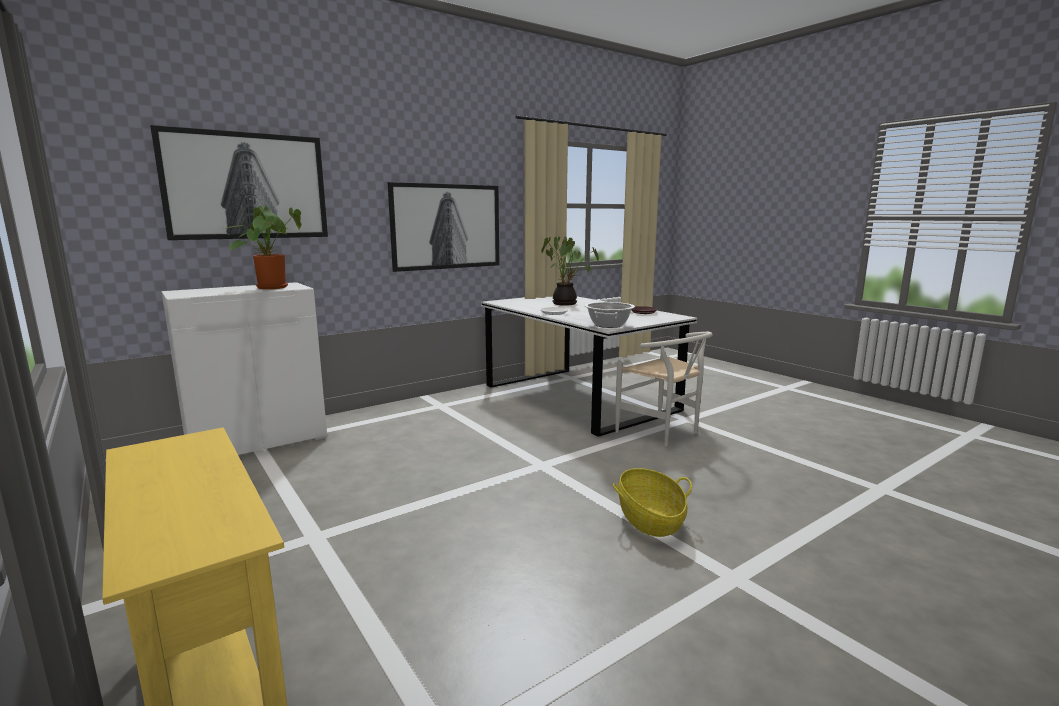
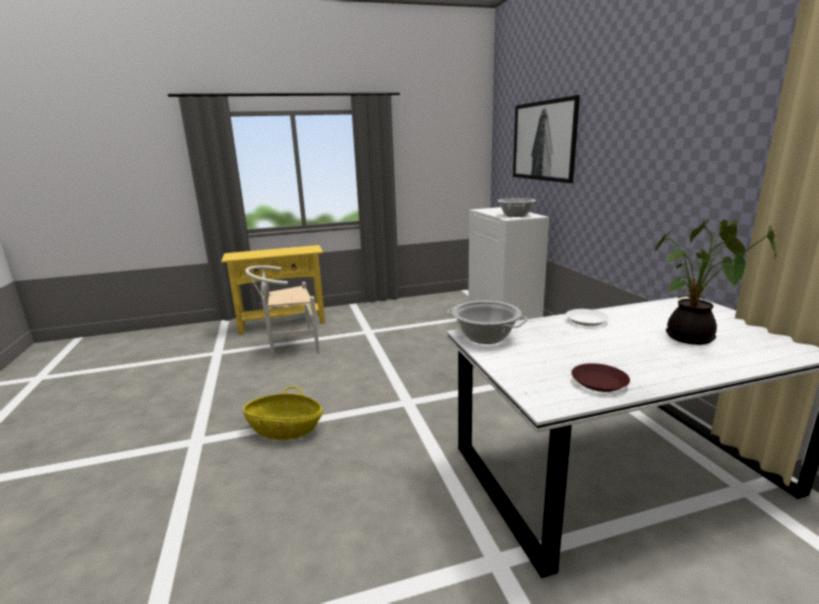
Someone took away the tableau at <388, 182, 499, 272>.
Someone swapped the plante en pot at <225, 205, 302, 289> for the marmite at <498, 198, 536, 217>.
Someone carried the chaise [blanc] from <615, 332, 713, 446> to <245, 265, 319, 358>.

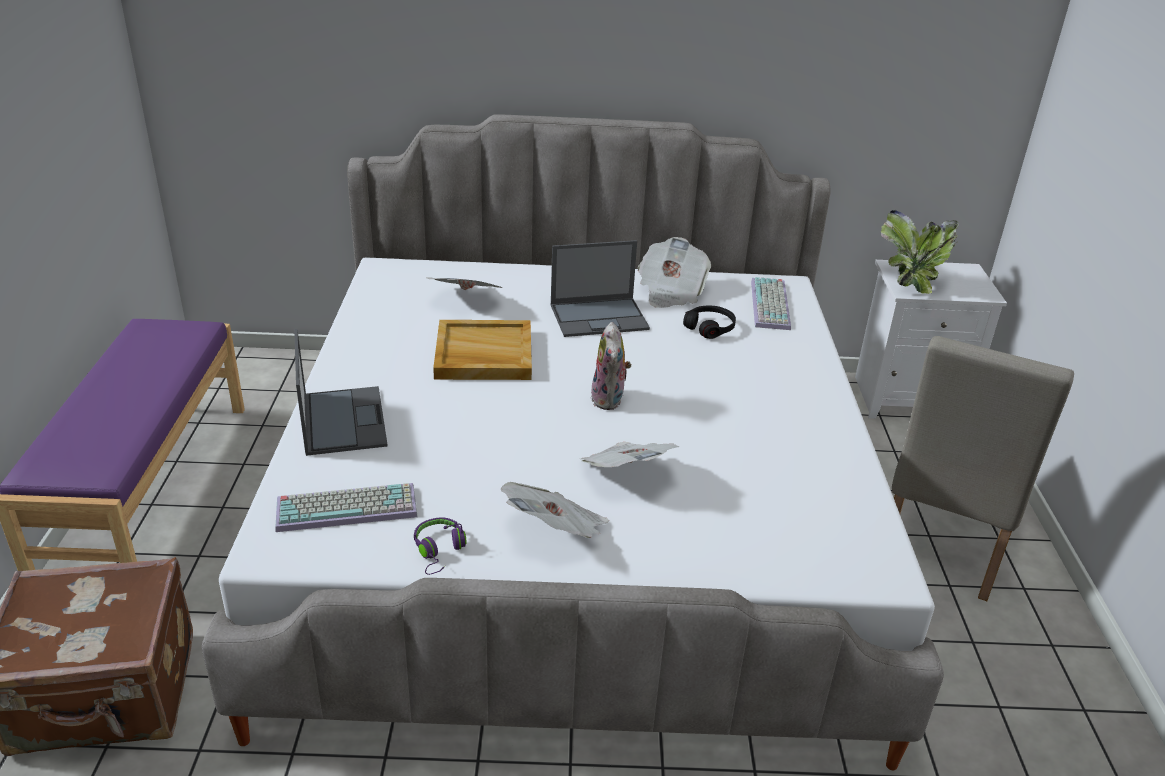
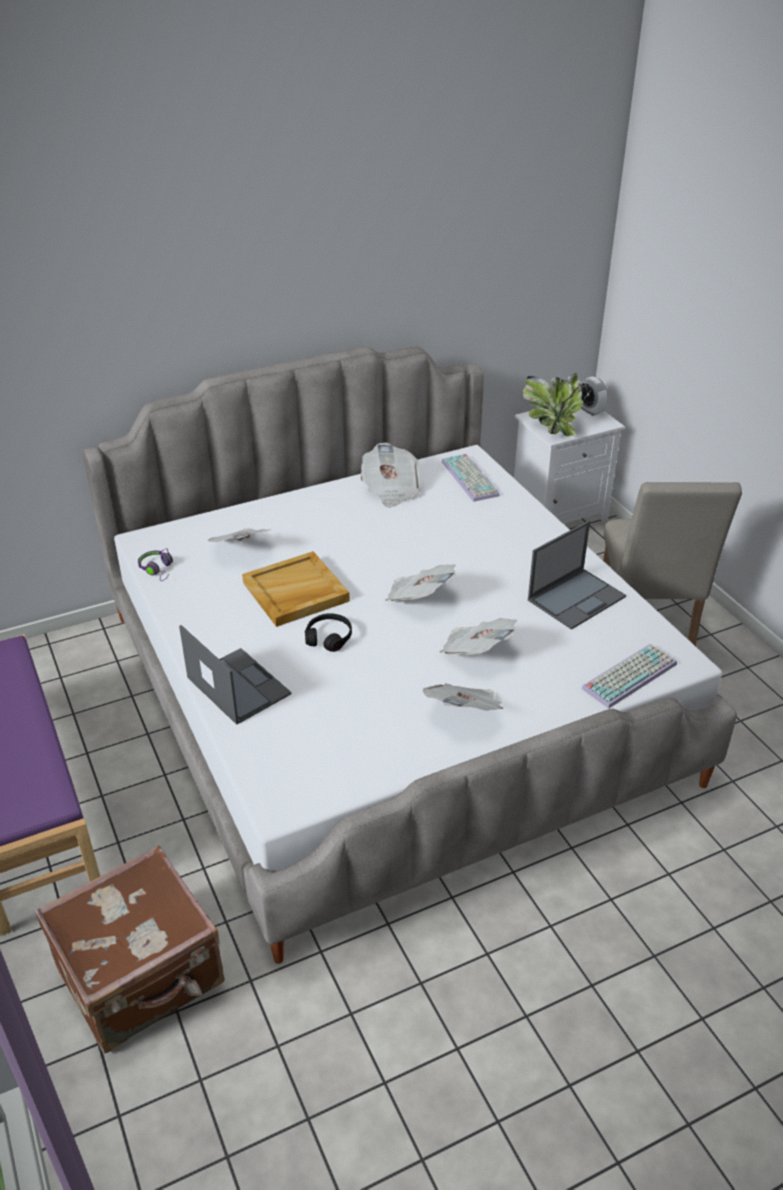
Someone carried the ordinateur portable from <551, 240, 650, 337> to <528, 521, 626, 630>.
Someone carried the casque audio [noir] from <683, 306, 736, 339> to <305, 613, 352, 652>.
Someone swapped the peluche at <591, 322, 632, 410> for the journal at <385, 564, 456, 601>.
Someone carried the clavier from <275, 483, 417, 532> to <581, 644, 677, 709>.
Someone carried the casque audio [violet] from <414, 517, 466, 575> to <138, 548, 173, 581>.
Someone put down the réveil at <580, 376, 607, 416>.

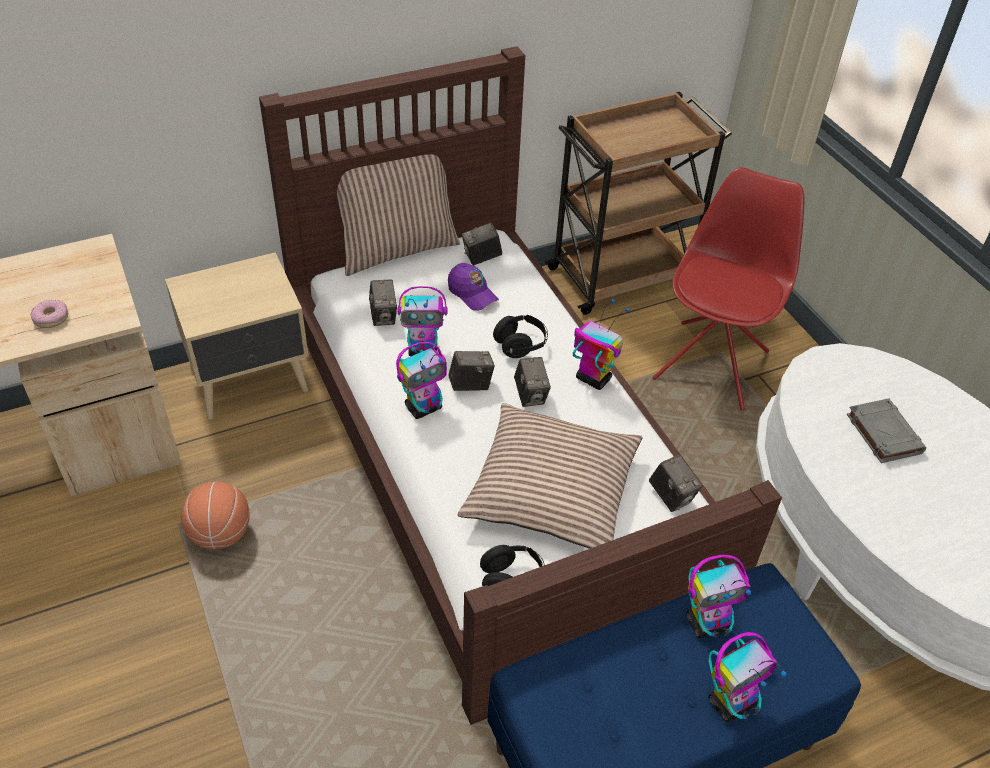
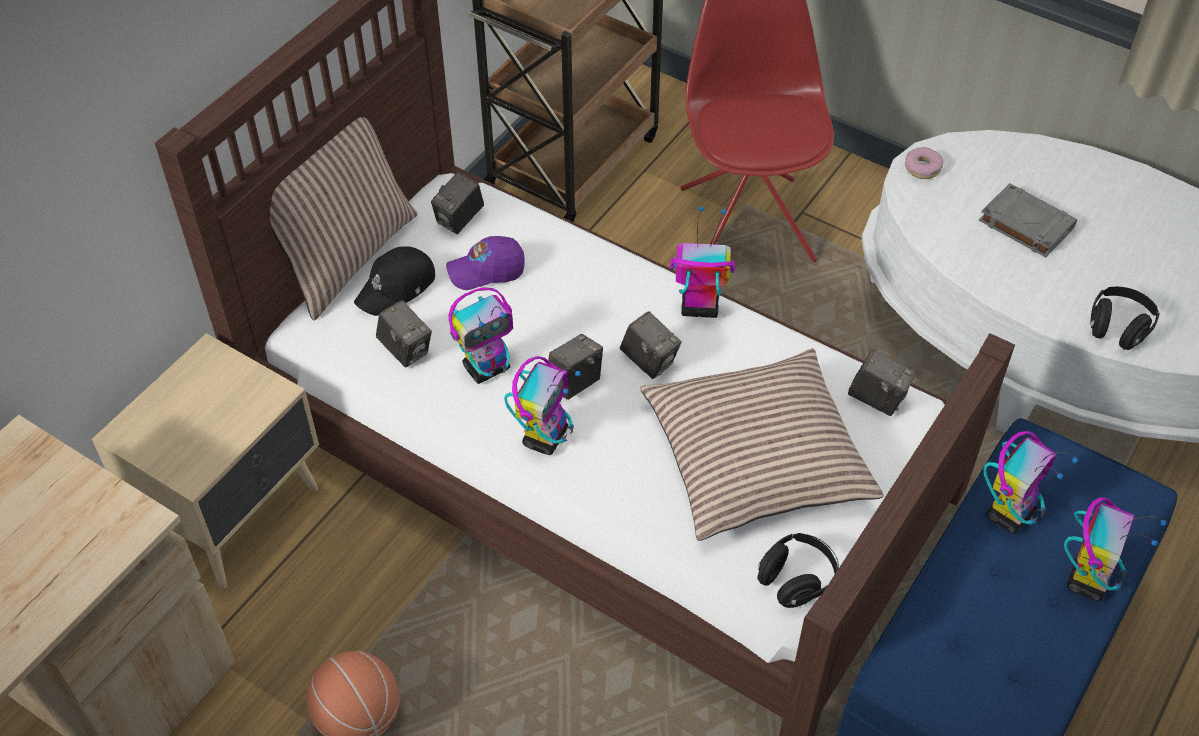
Someone rotated the casquette [violet] at <448, 263, 499, 311> by 150 degrees clockwise.
Someone carried the beignet from <31, 300, 68, 328> to <905, 147, 943, 179>.
Someone carried the casque audio [noir] from <493, 315, 548, 358> to <1090, 287, 1160, 350>.
Someone put down the casquette [noir] at <354, 246, 435, 316>.

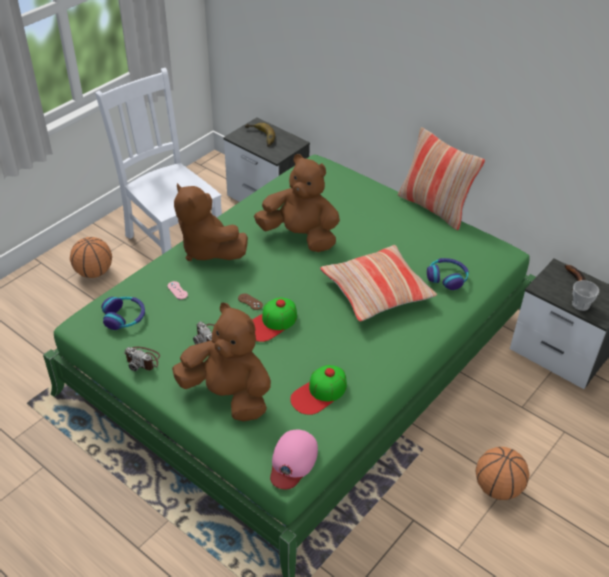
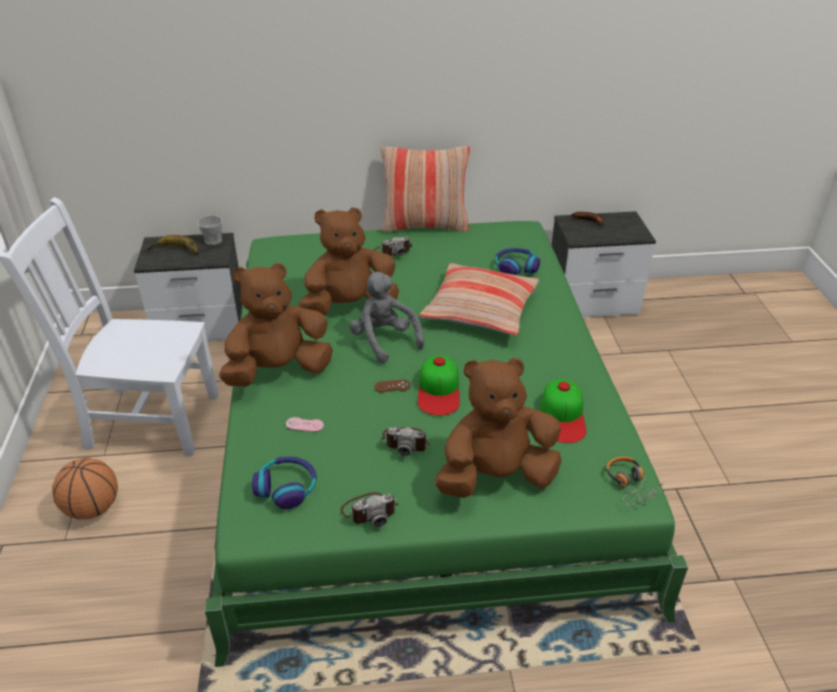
Someone rotated the peluche [marron] at <174, 183, 248, 261> by 150 degrees clockwise.
Someone carried the tasse from <572, 280, 599, 311> to <197, 215, 223, 245>.
Someone swapped the casquette [rose] at <270, 430, 318, 489> for the casque audio at <606, 457, 664, 506>.
Someone took away the ballon de basket at <476, 447, 529, 500>.
Someone put down the appareil photo at <374, 236, 412, 256>.
Someone put down the peluche [gris] at <349, 272, 424, 364>.

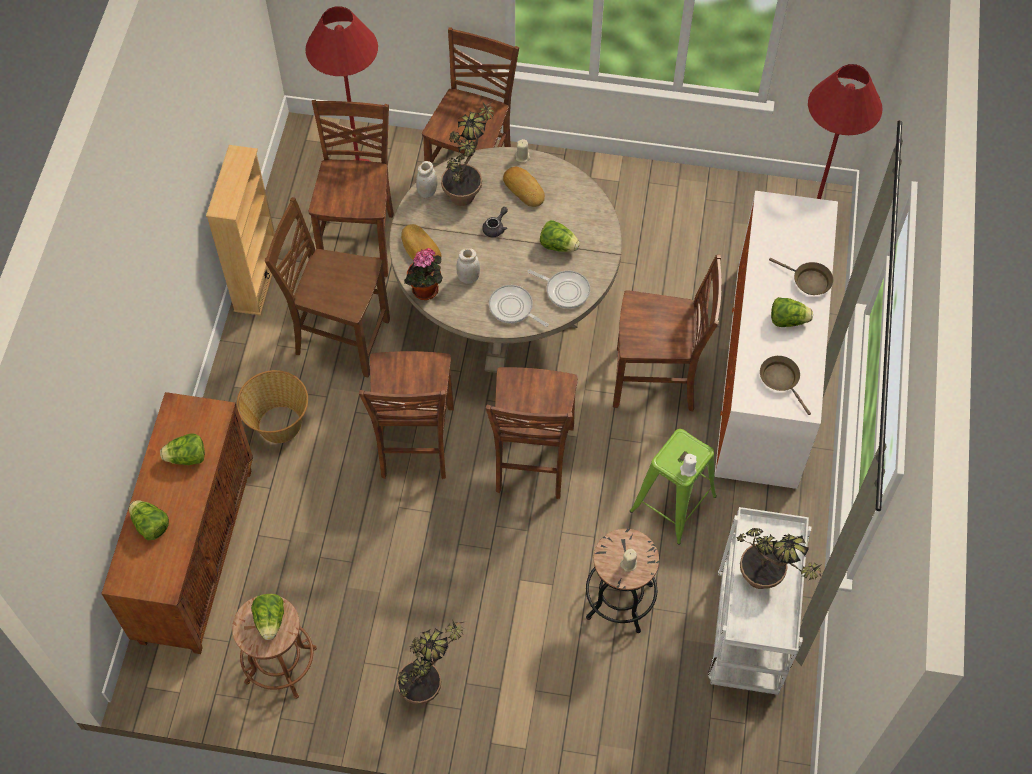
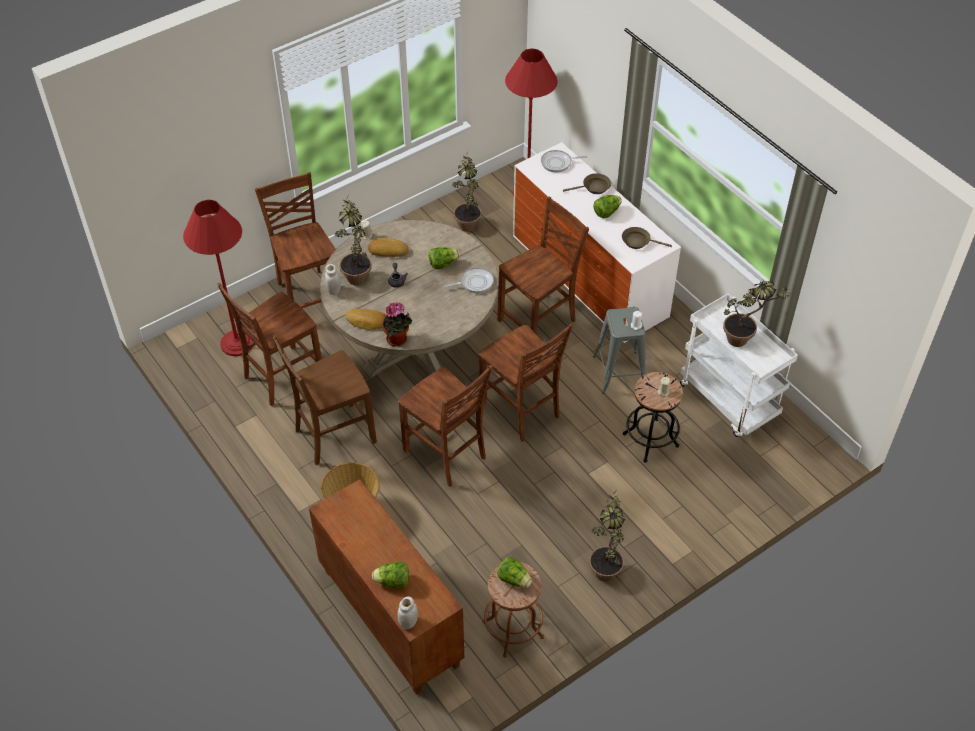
Someone rotated the chaise [marron] at <309, 100, 394, 277> by 90 degrees counterclockwise.
Someone took away the bibliothèque [beige] at <206, 145, 275, 316>.
Someone carried the bocal [blanc] from <456, 249, 480, 283> to <398, 597, 418, 629>.
Someone carried the poêle from <489, 285, 549, 327> to <541, 150, 588, 172>.
Someone repainted the tabouret [vert] at <630, 429, 717, 545>, which became the tabouret [gris] at <593, 307, 646, 394>.
Someone took away the laitue at <160, 433, 205, 465>.
Someone put down the plante en pot at <452, 150, 481, 232>.

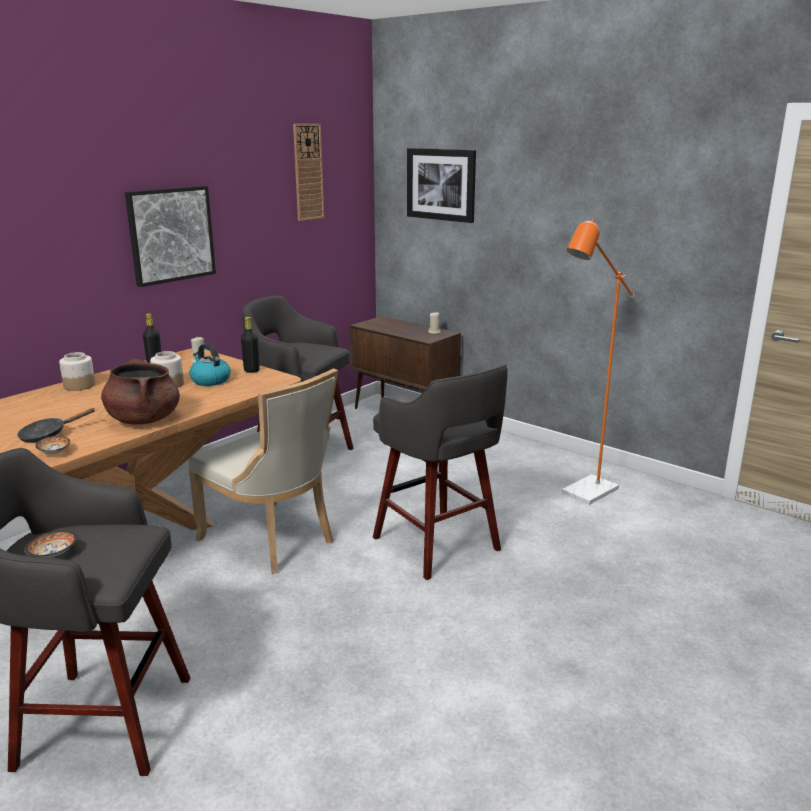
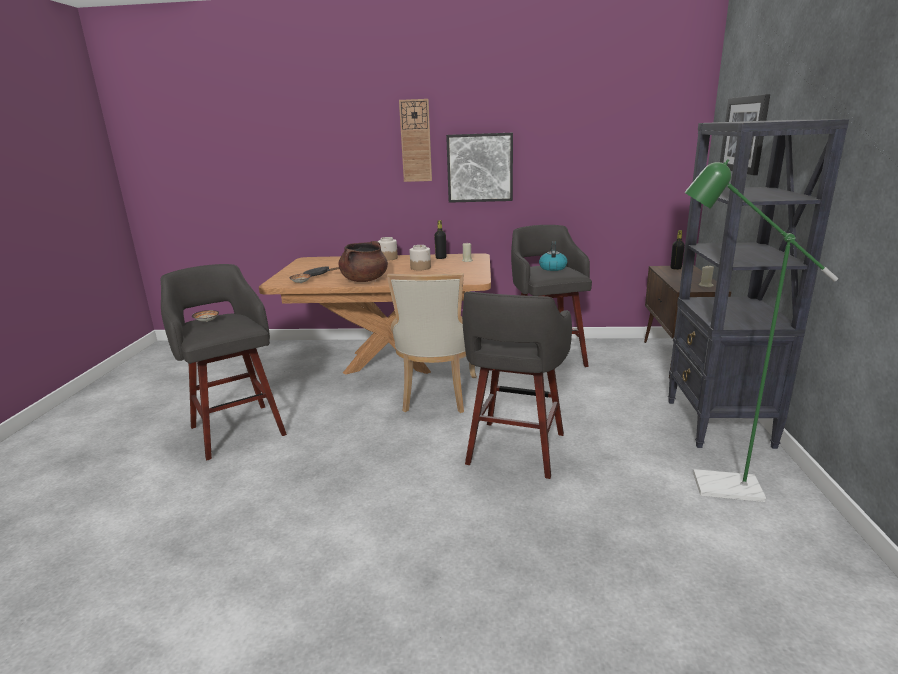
Someone carried the horloge murale from <293, 124, 324, 221> to <399, 99, 432, 182>.
Someone repainted the lampadaire [orange] at <562, 218, 639, 505>, which became the lampadaire [vert] at <684, 159, 838, 502>.
Someone carried the bouteille [noir] from <241, 317, 260, 373> to <670, 230, 685, 270>.
Someone carried the bouilloire from <189, 344, 231, 386> to <539, 241, 567, 271>.
Someone put down the bibliothèque [noir] at <668, 119, 849, 449>.

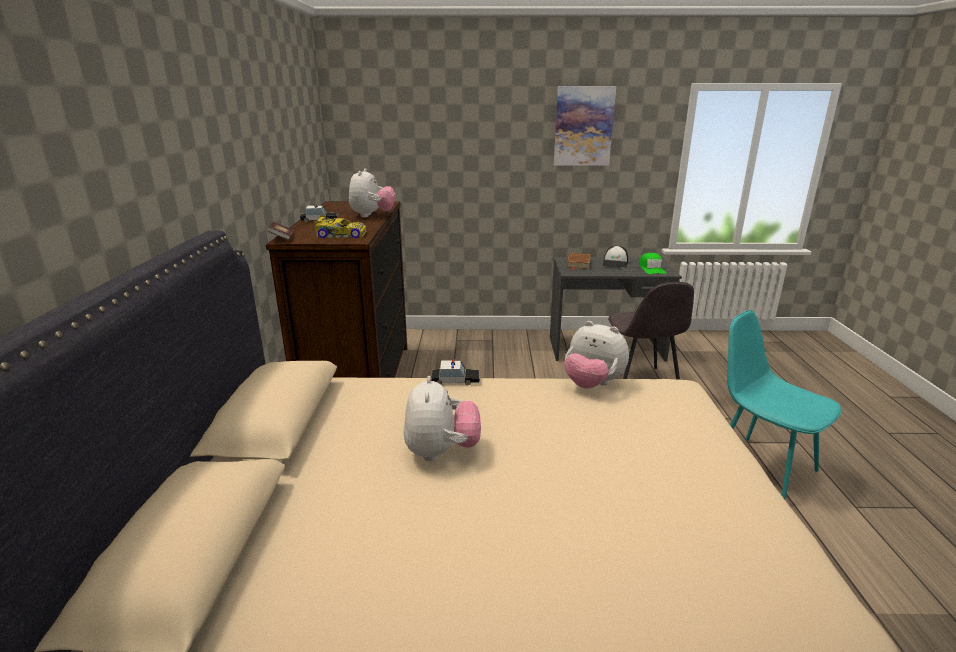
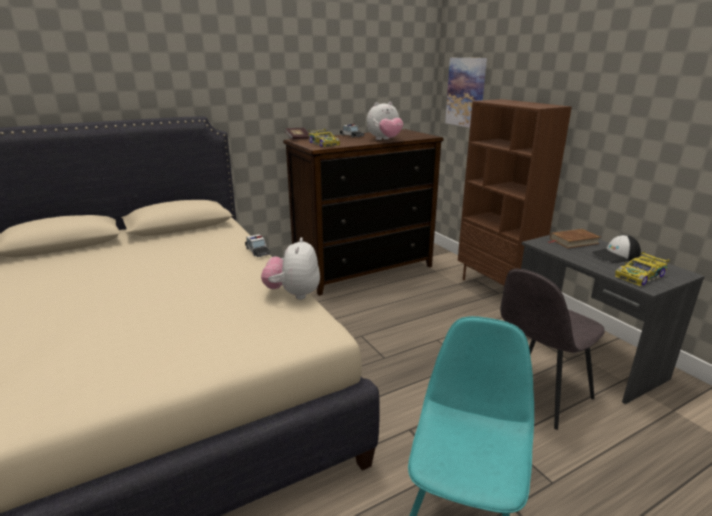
Someone carried the tableau from <554, 86, 616, 166> to <445, 58, 487, 128>.
Someone swapped the casquette [vert] at <639, 253, 666, 274> for the petite voiture at <615, 251, 670, 286>.
Someone took away the peluche at <403, 376, 481, 461>.
Someone put down the bibliothèque [marron] at <458, 99, 572, 285>.

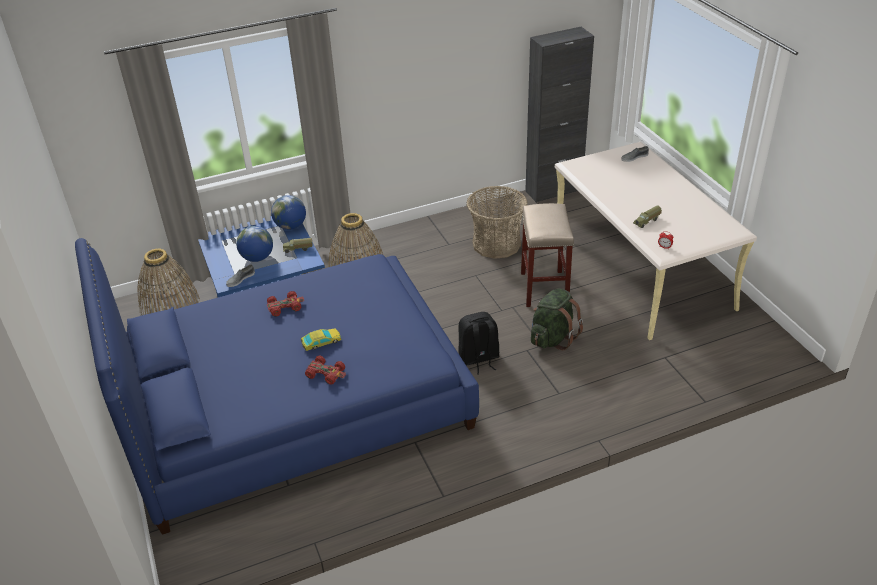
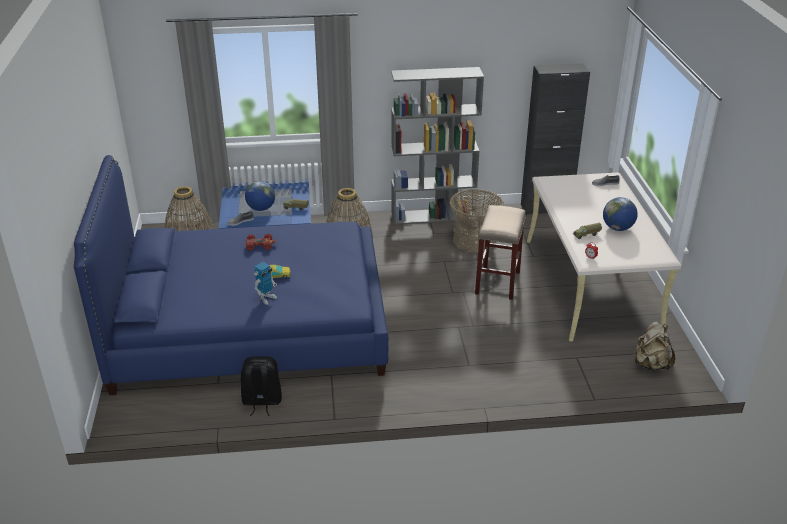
Someone carried the globe from <271, 195, 306, 230> to <603, 197, 638, 231>.
Someone took away the sac à dos [vert] at <531, 288, 583, 350>.
Someone carried the sac à dos [noir] from <458, 312, 499, 375> to <241, 356, 282, 416>.
Someone swapped the petite voiture [rouge] at <305, 356, 346, 385> for the robot jouet at <254, 262, 277, 305>.
Someone put down the bibliothèque [gris] at <391, 67, 484, 225>.
Someone put down the sac à dos [beige] at <633, 322, 675, 370>.

